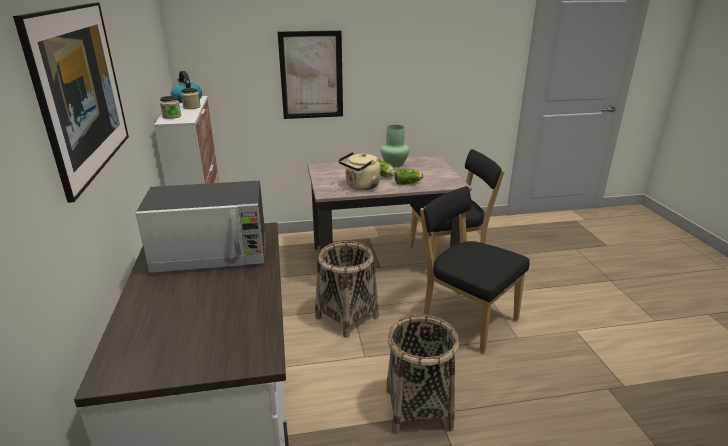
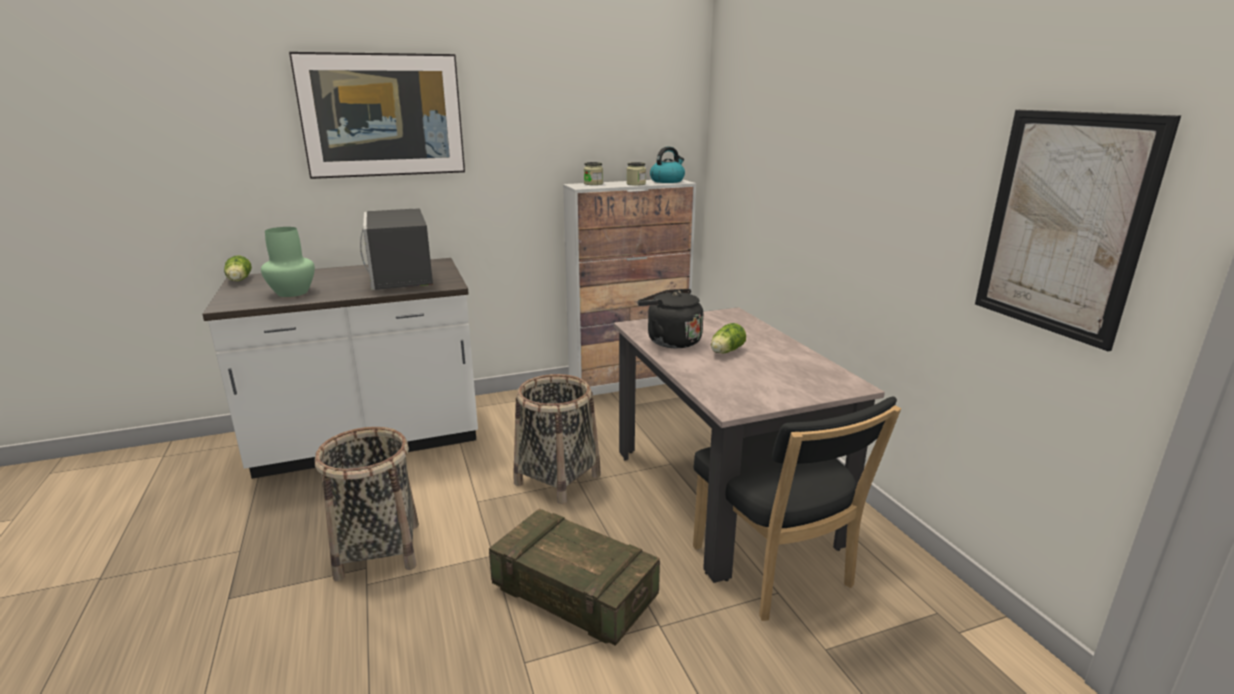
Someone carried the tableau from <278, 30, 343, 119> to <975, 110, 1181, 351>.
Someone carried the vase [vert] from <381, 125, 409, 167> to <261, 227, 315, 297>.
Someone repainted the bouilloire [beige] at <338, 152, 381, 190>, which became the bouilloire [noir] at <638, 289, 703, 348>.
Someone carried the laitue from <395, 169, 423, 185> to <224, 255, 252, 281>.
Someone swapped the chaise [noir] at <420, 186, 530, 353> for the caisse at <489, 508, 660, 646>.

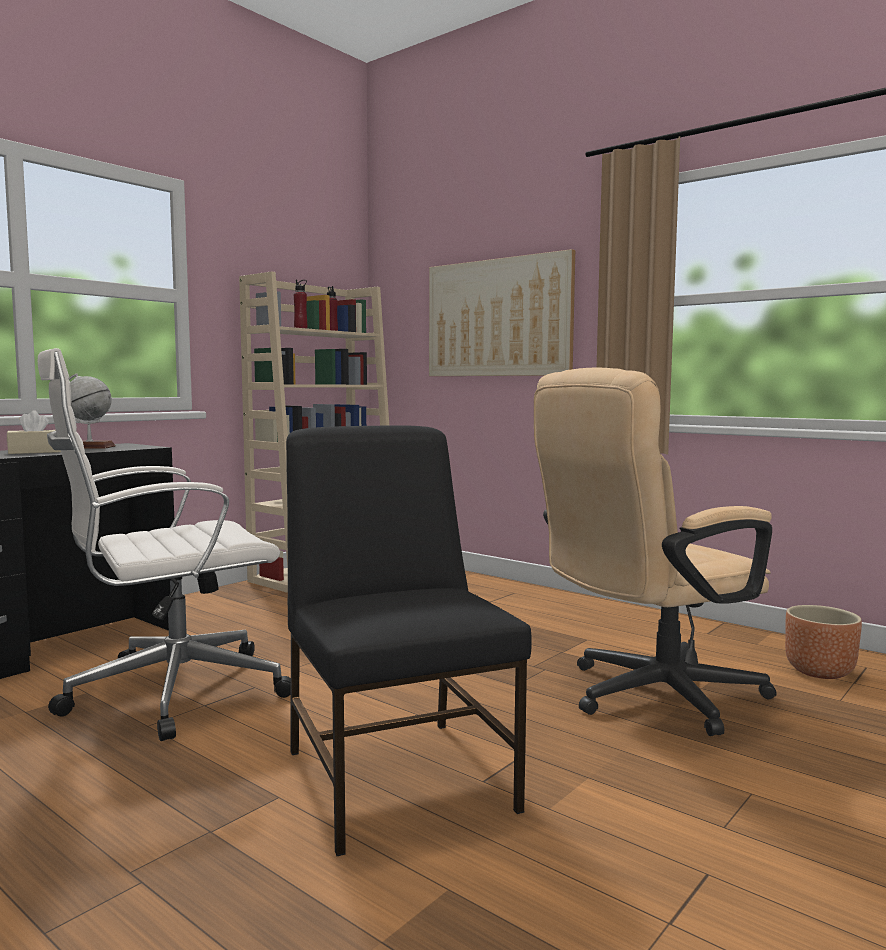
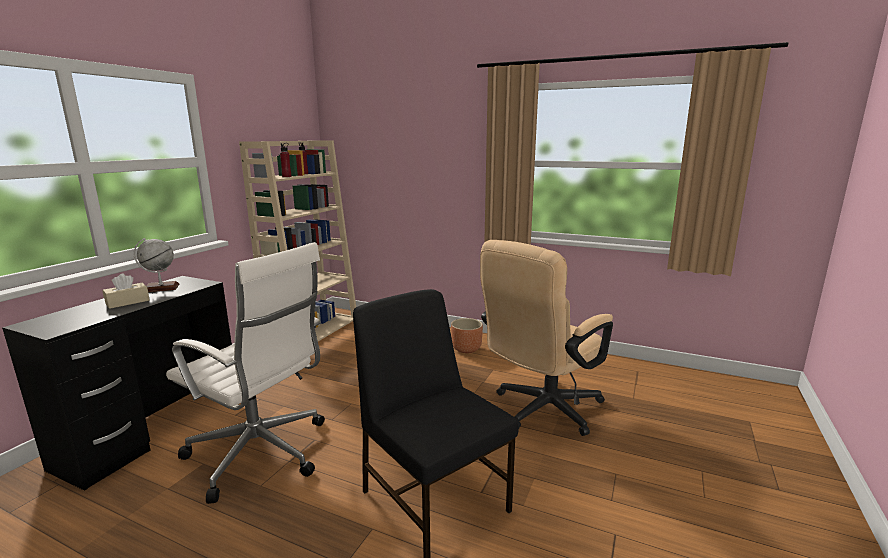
Someone took away the tableau at <429, 249, 575, 376>.
Someone rotated the chaise de bureau [blanc] at <38, 348, 291, 741> by 105 degrees counterclockwise.
Someone carried the cache-pot [marron] from <785, 605, 862, 679> to <451, 318, 483, 353>.

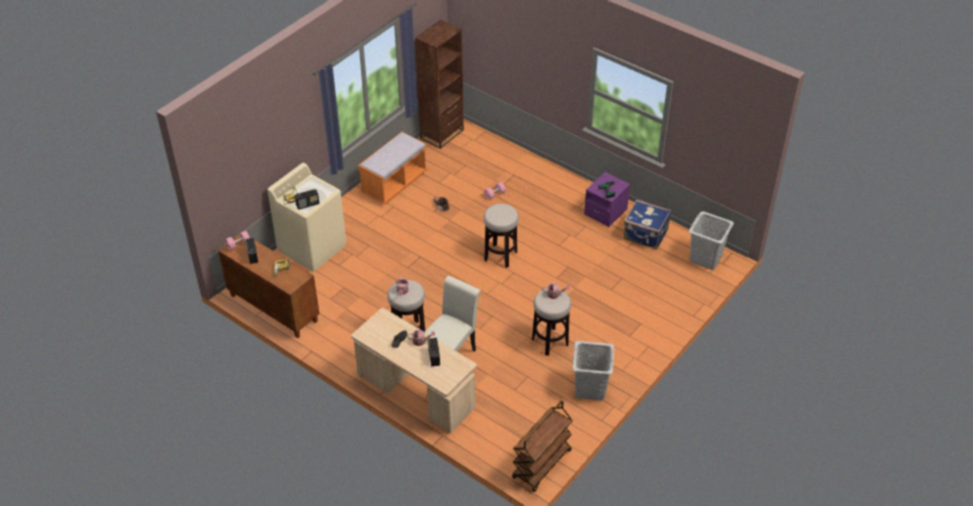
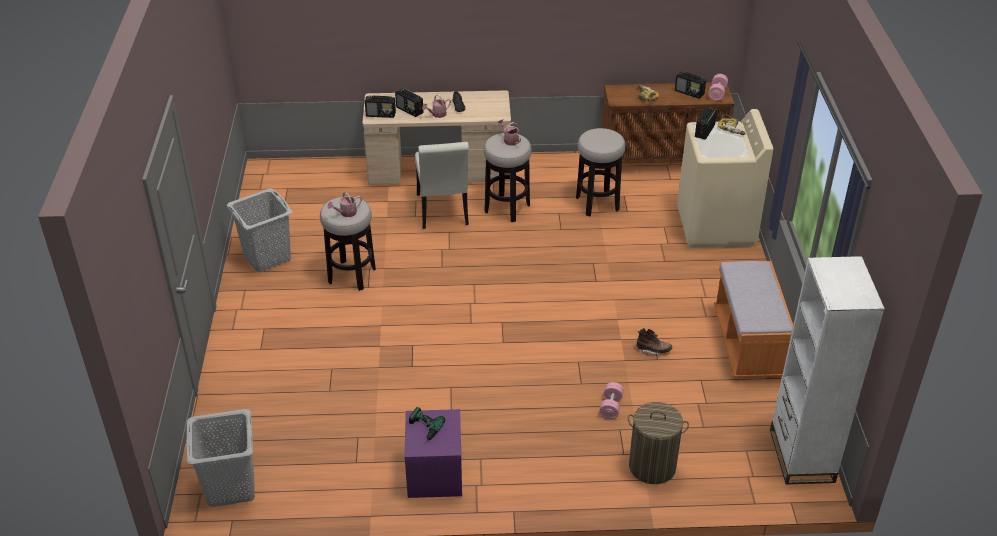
Someone repainted the bibliothèque [marron] at <415, 20, 464, 149>, which became the bibliothèque [blanc] at <770, 256, 885, 484>.
Someone took away the valise [bleu] at <623, 200, 671, 249>.
Someone carried the tabouret from <484, 204, 519, 268> to <576, 128, 625, 217>.
Someone took away the chariot [marron] at <512, 401, 573, 492>.
Someone put down the radio at <365, 95, 396, 118>.
Someone put down the panier à linge at <628, 402, 689, 484>.

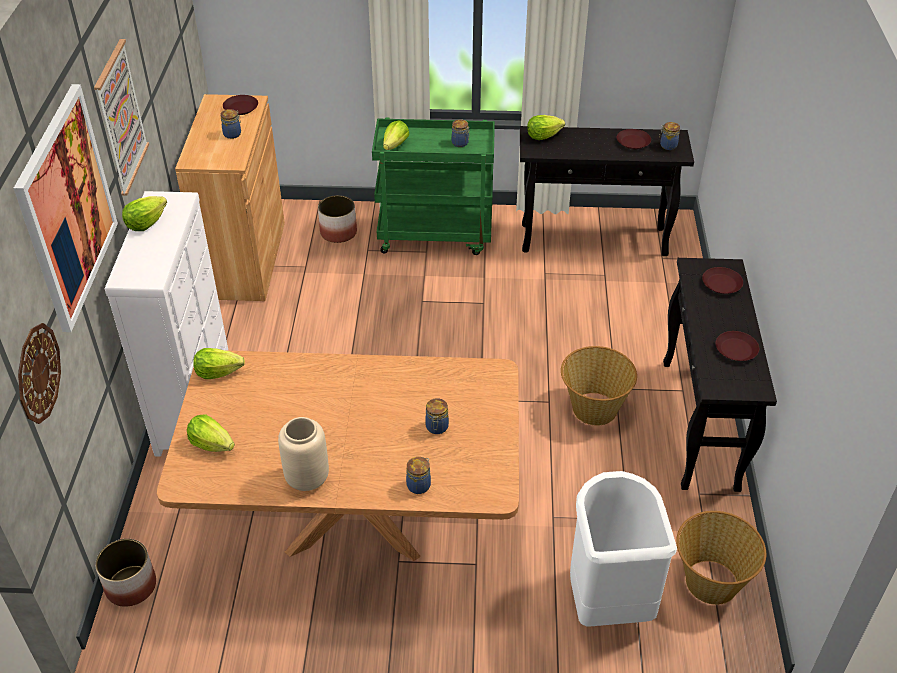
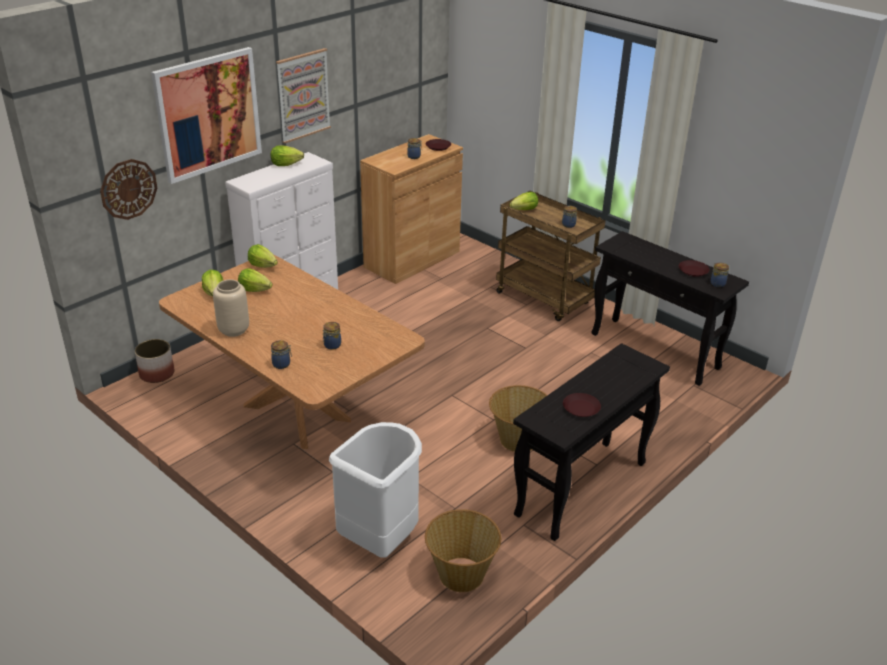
Someone carried the laitue from <527, 115, 565, 140> to <238, 268, 272, 292>.
Someone repainted the chariot [vert] at <372, 117, 495, 255>, which became the chariot [marron] at <496, 191, 606, 321>.
Someone took away the cache-pot at <318, 195, 357, 243>.
Someone took away the assiette [marron] at <702, 267, 743, 294>.

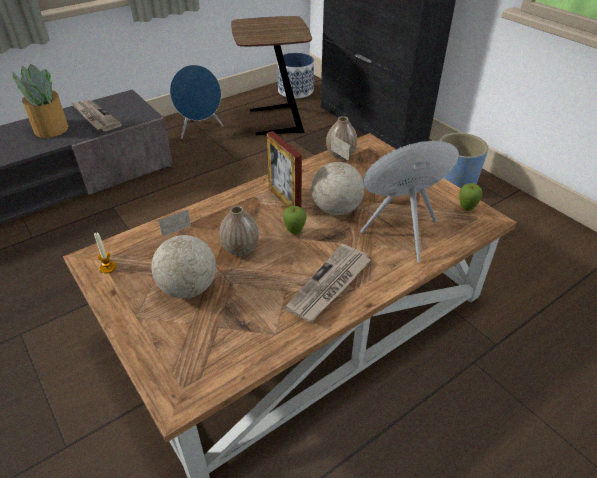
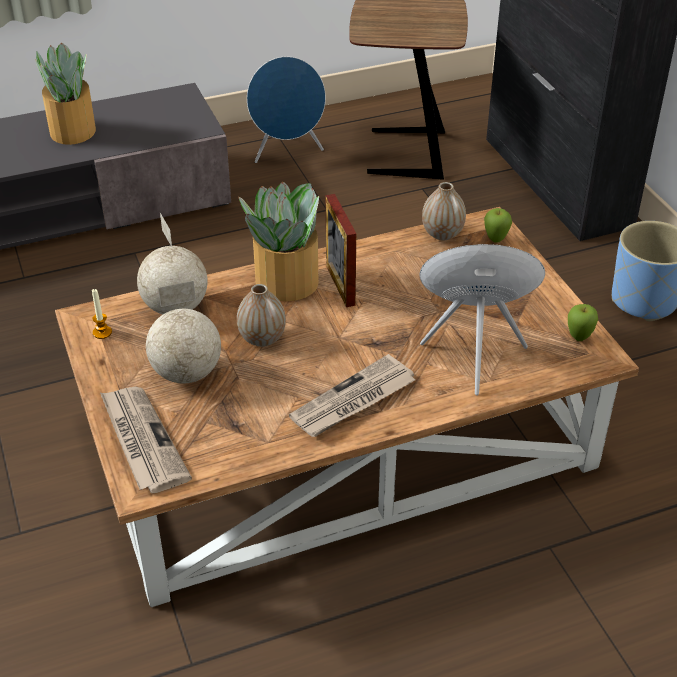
Someone took away the cache-pot at <277, 53, 314, 98>.
Someone carried the journal from <72, 100, 122, 131> to <100, 387, 192, 493>.
Someone carried the globe from <311, 135, 364, 215> to <137, 213, 208, 314>.
Someone carried the pomme from <283, 206, 307, 234> to <484, 208, 512, 243>.
Someone put down the plante en pot at <238, 182, 319, 301>.

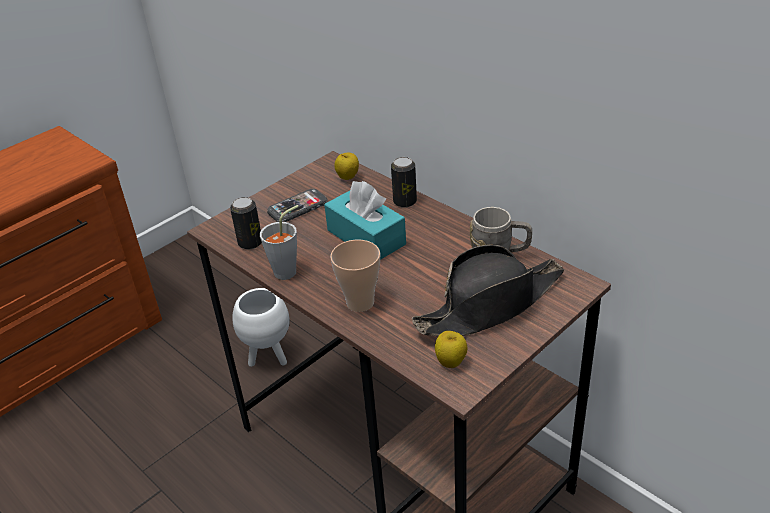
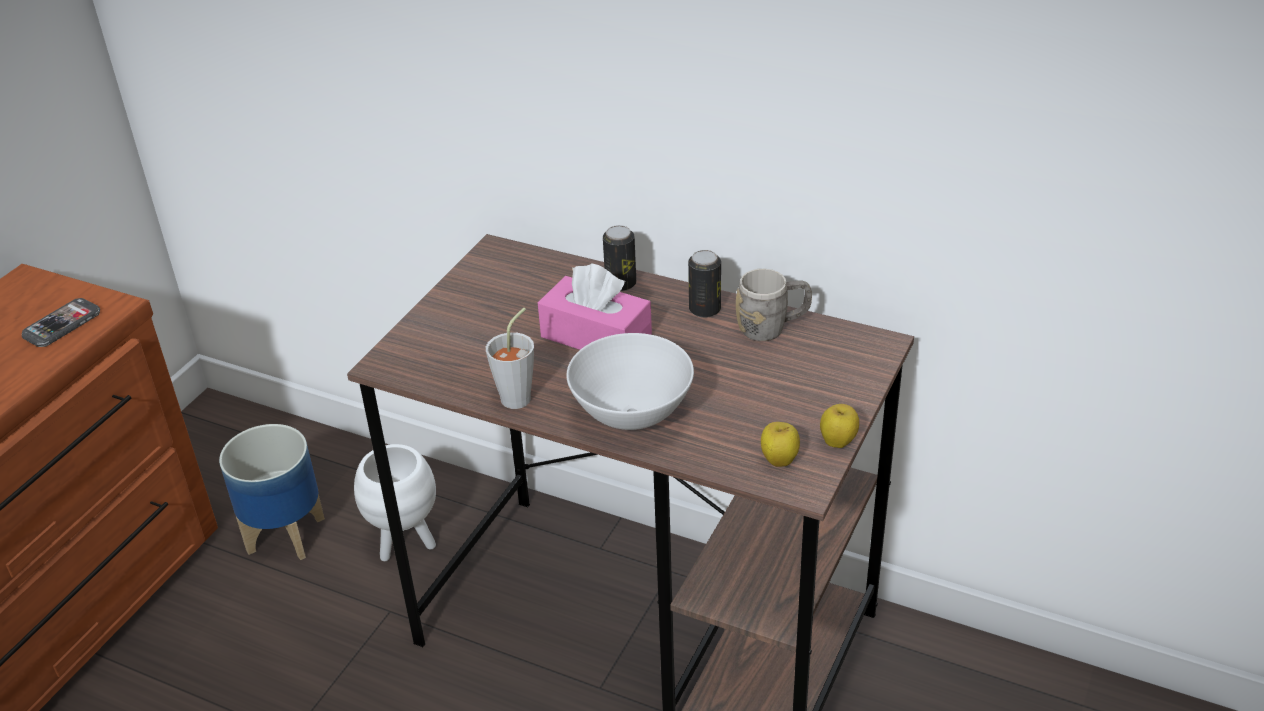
Someone carried the pomme from <334, 152, 359, 180> to <820, 404, 859, 448>.
Someone repainted the boîte à mouchoirs [turquoise] at <324, 181, 406, 260>, which became the boîte à mouchoirs [rose] at <538, 264, 652, 350>.
Someone carried the téléphone from <267, 189, 328, 222> to <22, 298, 100, 347>.
Someone carried the boîte métallique from <230, 197, 262, 250> to <688, 250, 721, 318>.
Someone swapped the tasse at <330, 240, 380, 312> for the bol [blanc] at <566, 333, 694, 430>.
Someone took away the chapeau [noir] at <412, 245, 564, 336>.
Someone put down the cache-pot at <219, 424, 325, 560>.

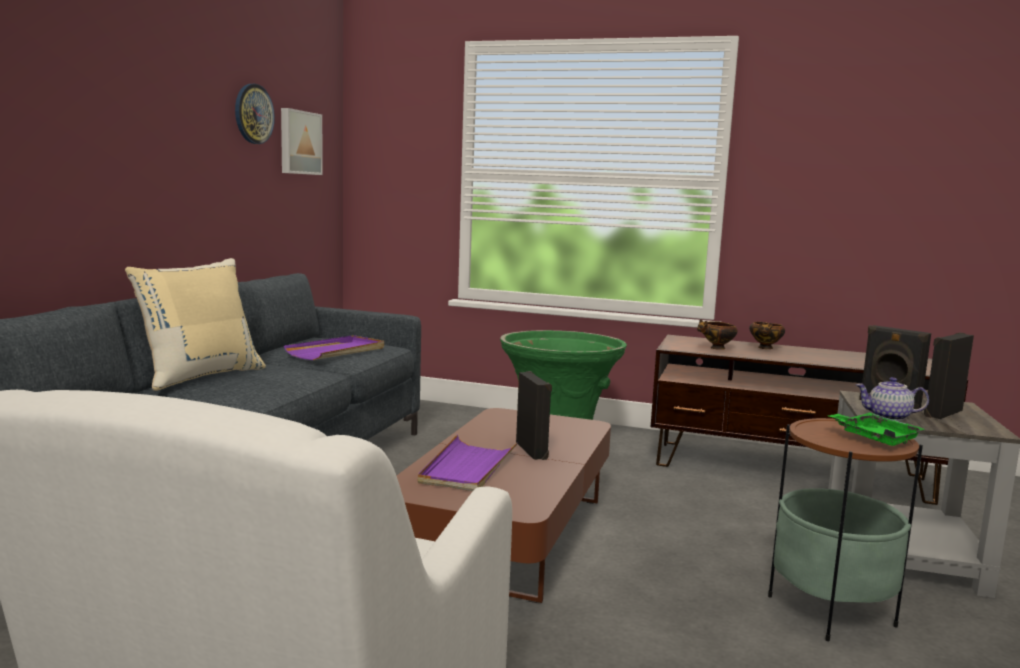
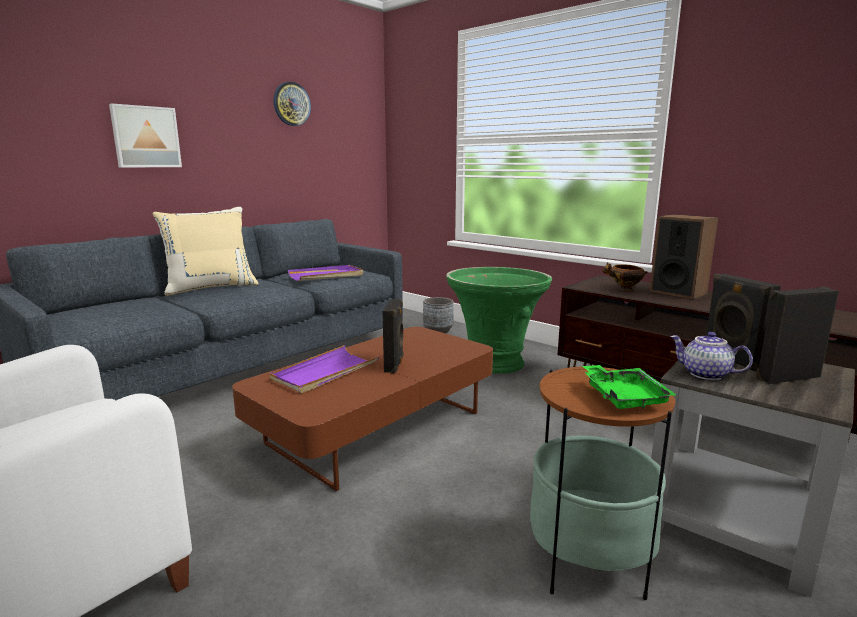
Someone carried the tableau from <281, 108, 323, 175> to <109, 104, 182, 168>.
Someone swapped the bol at <749, 322, 785, 349> for the enceinte at <650, 214, 718, 299>.
Someone put down the cache-pot [gris] at <423, 297, 454, 333>.

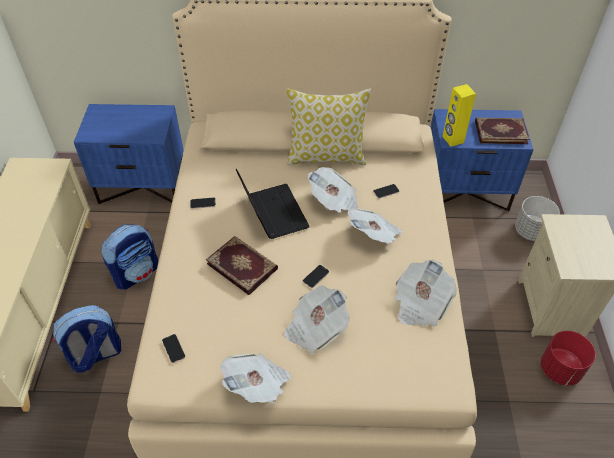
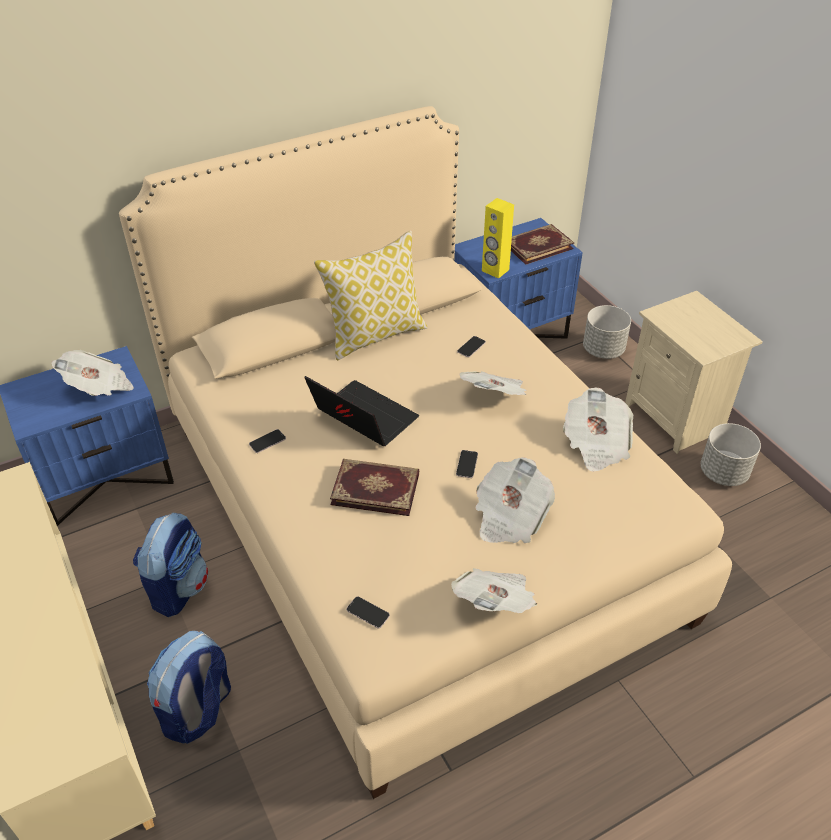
Someone carried the journal from <308, 167, 359, 213> to <51, 350, 134, 396>.
Someone repainted the cache-pot [rouge] at <541, 331, 596, 386>, which became the cache-pot [gris] at <701, 423, 761, 486>.

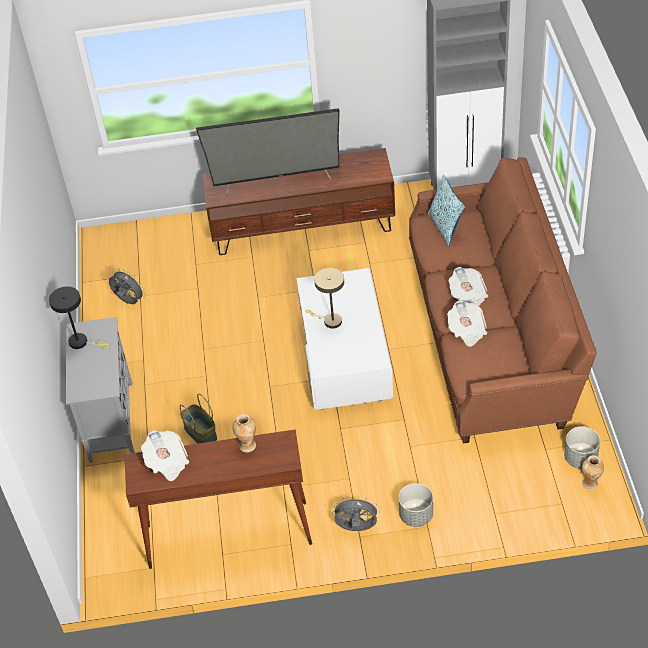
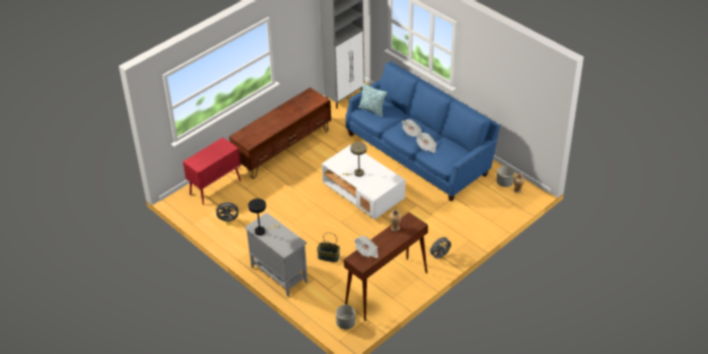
Someone took away the téléviseur at <196, 108, 340, 196>.
Someone repainted the canapé [marron] at <409, 157, 597, 444>, which became the canapé [bleu] at <346, 61, 500, 202>.
Someone carried the cache-pot [gris] from <399, 483, 433, 527> to <336, 305, 356, 329>.
Someone put down the meuble de rangement [rouge] at <183, 137, 241, 205>.

